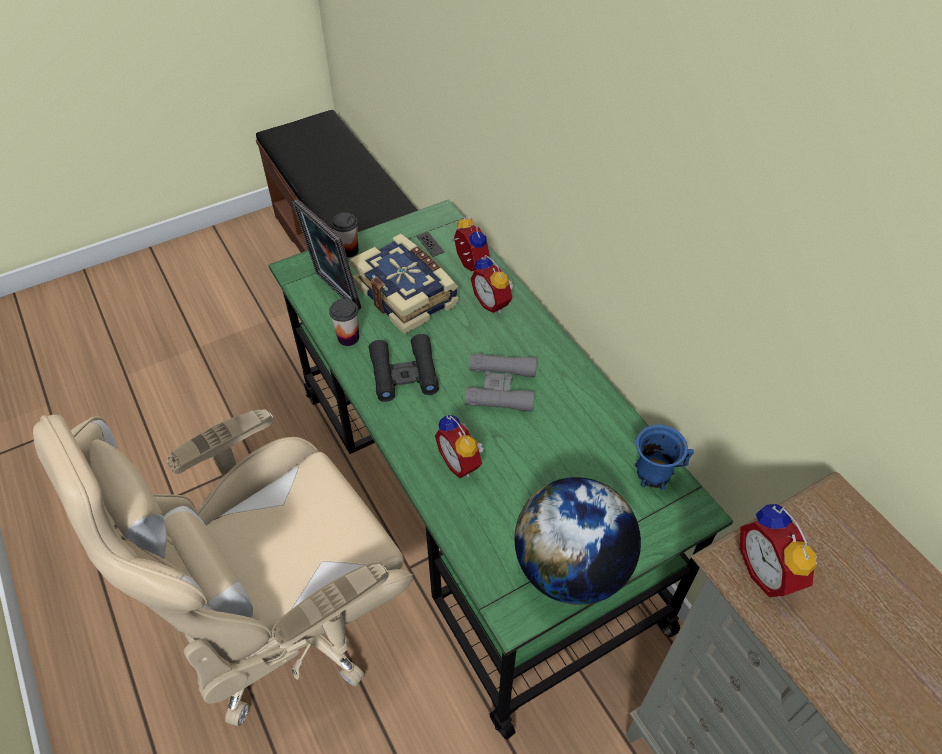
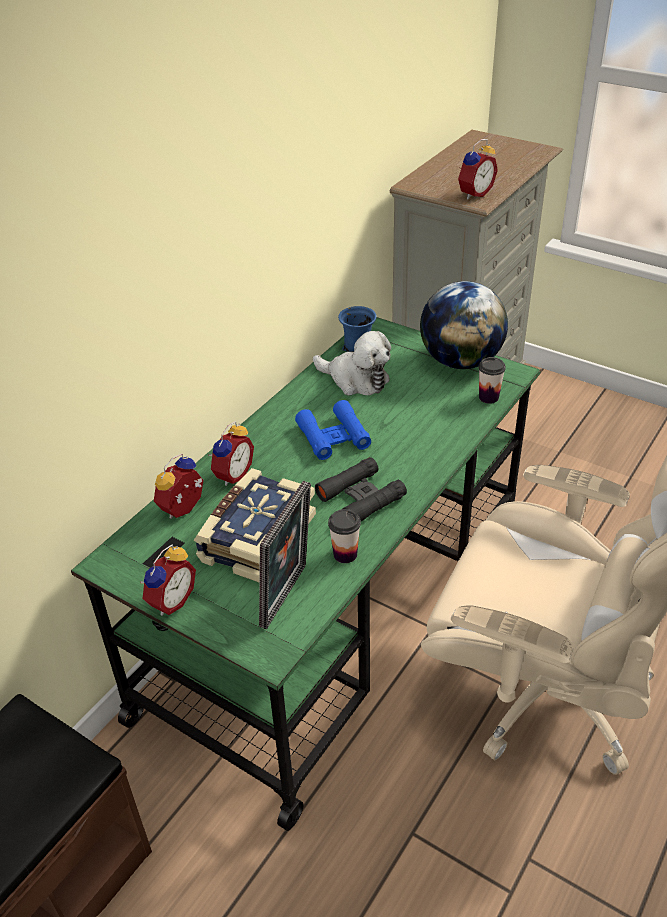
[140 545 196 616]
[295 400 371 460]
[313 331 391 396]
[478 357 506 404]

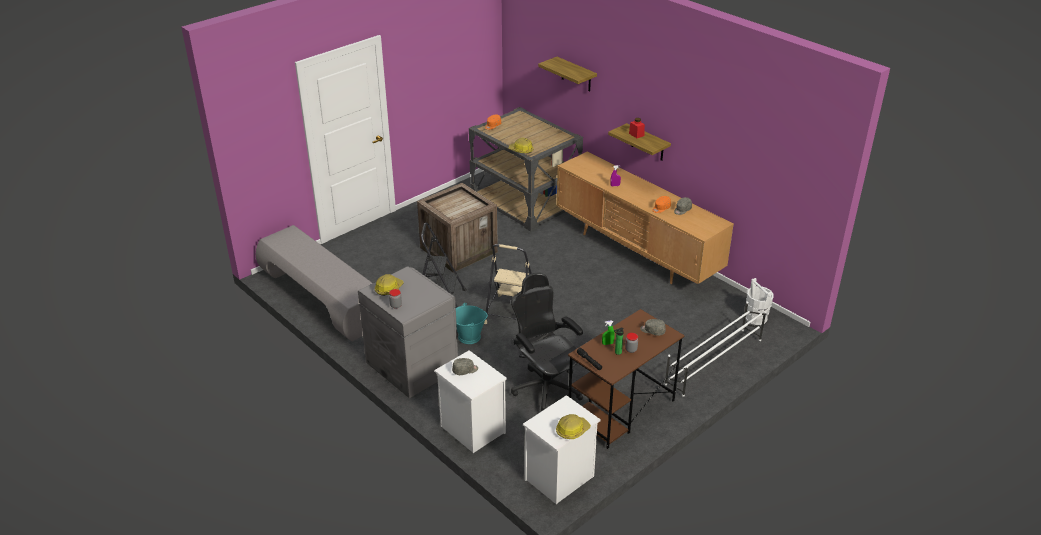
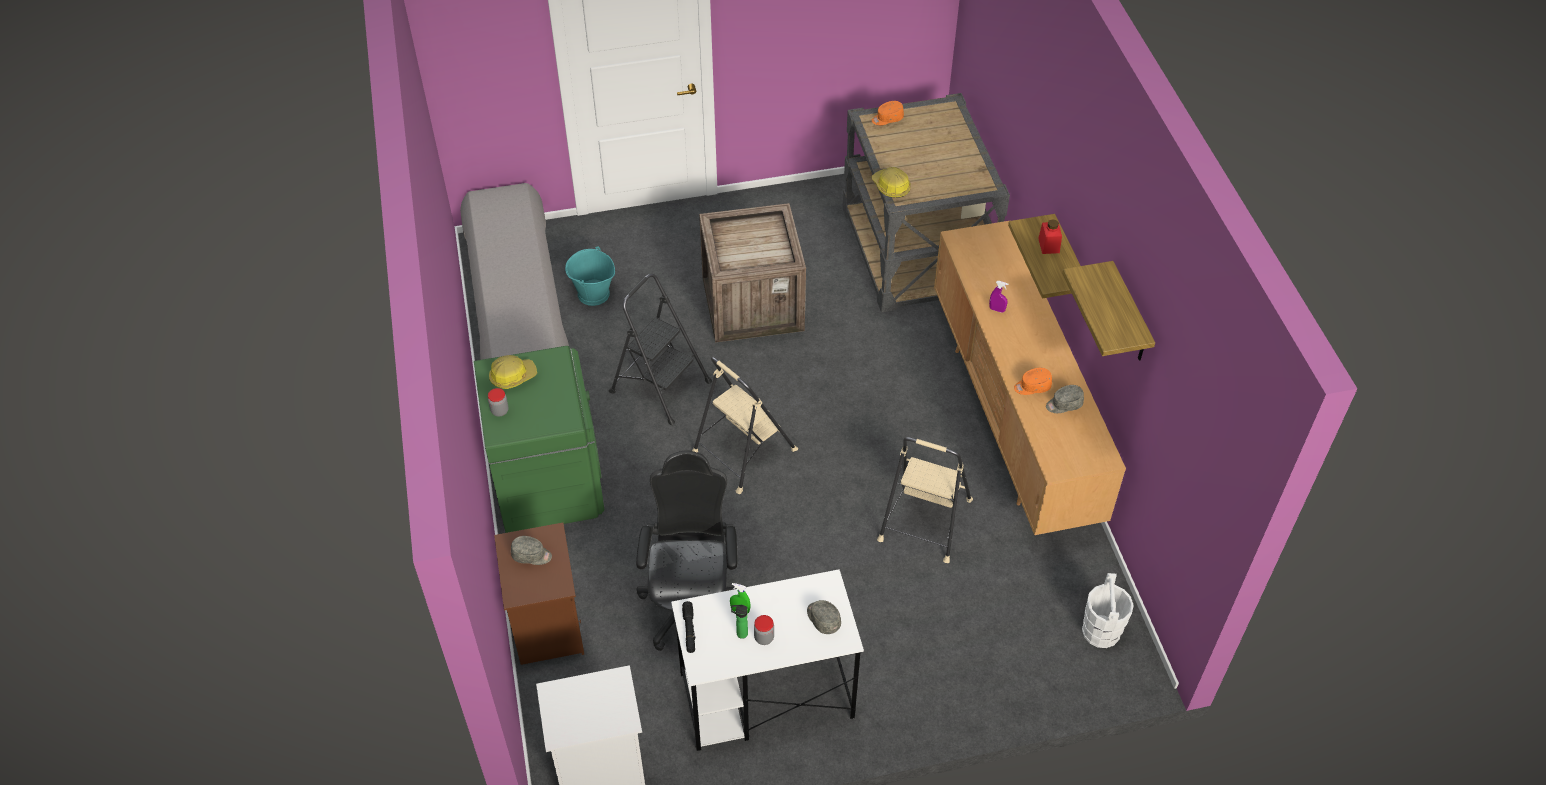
[474 346 605 533]
[494 523 584 665]
[565 246 615 306]
[671 569 864 751]
[877 437 973 563]
[1062 261 1155 360]
[556 414 591 439] (first image)
[665 302 766 397] (first image)

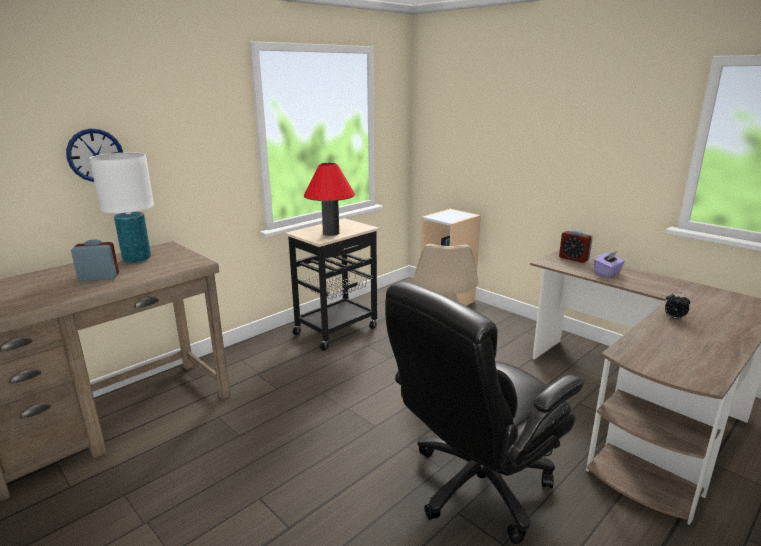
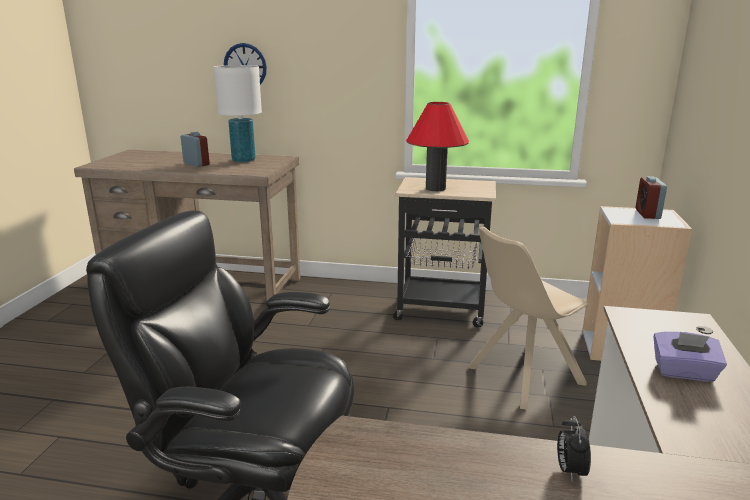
[636 176 667 219]

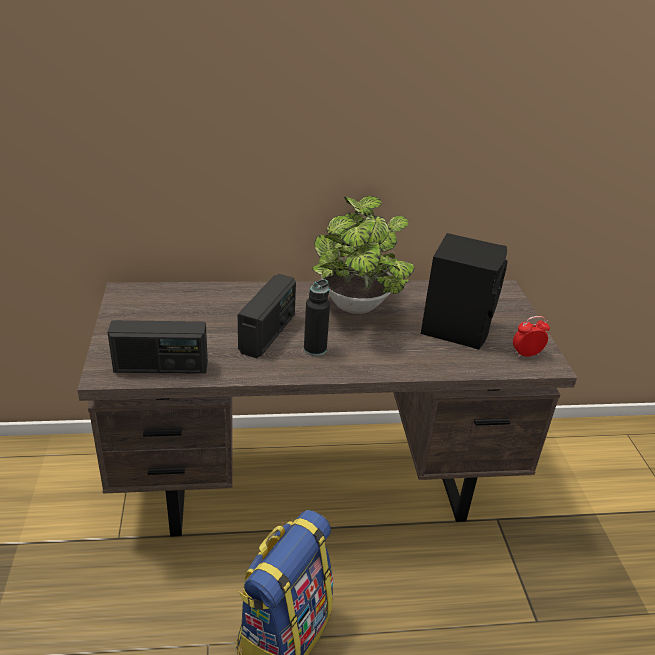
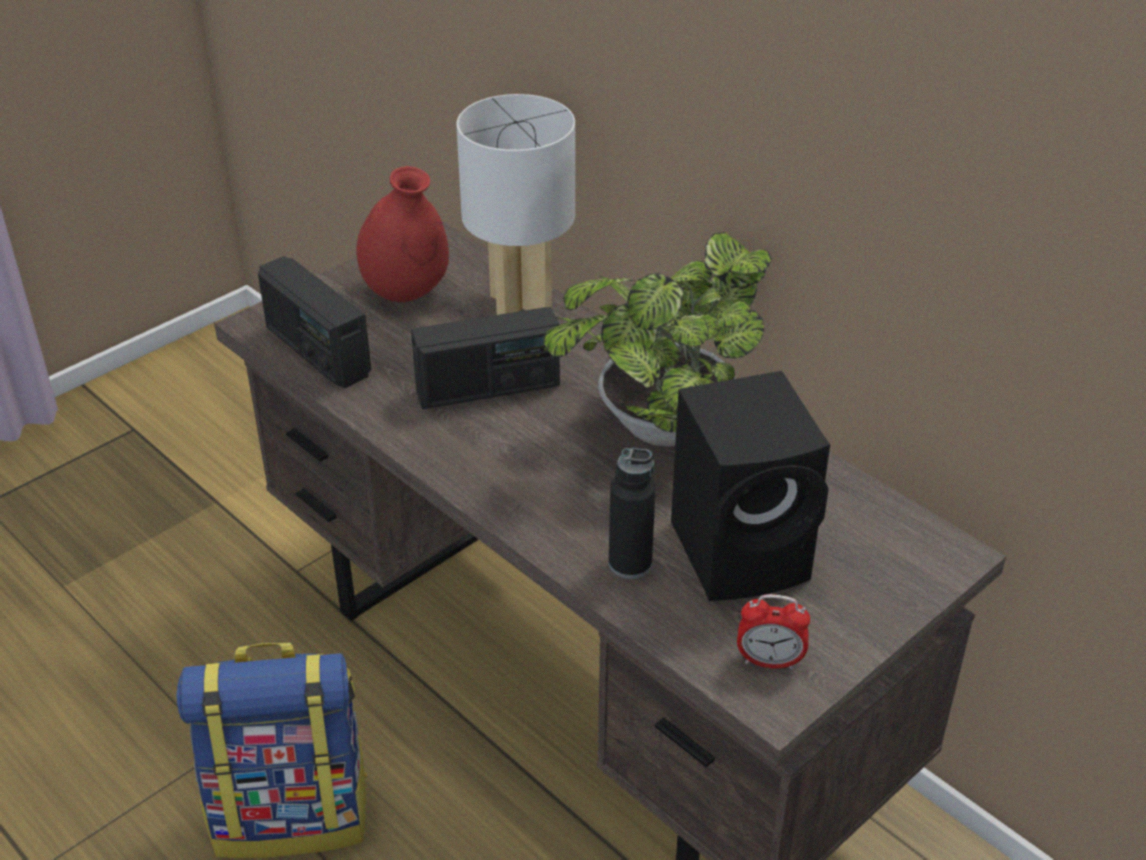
[356 166 449 302]
[456 94 575 315]
[609 447 656 579]
[737 594 810 670]

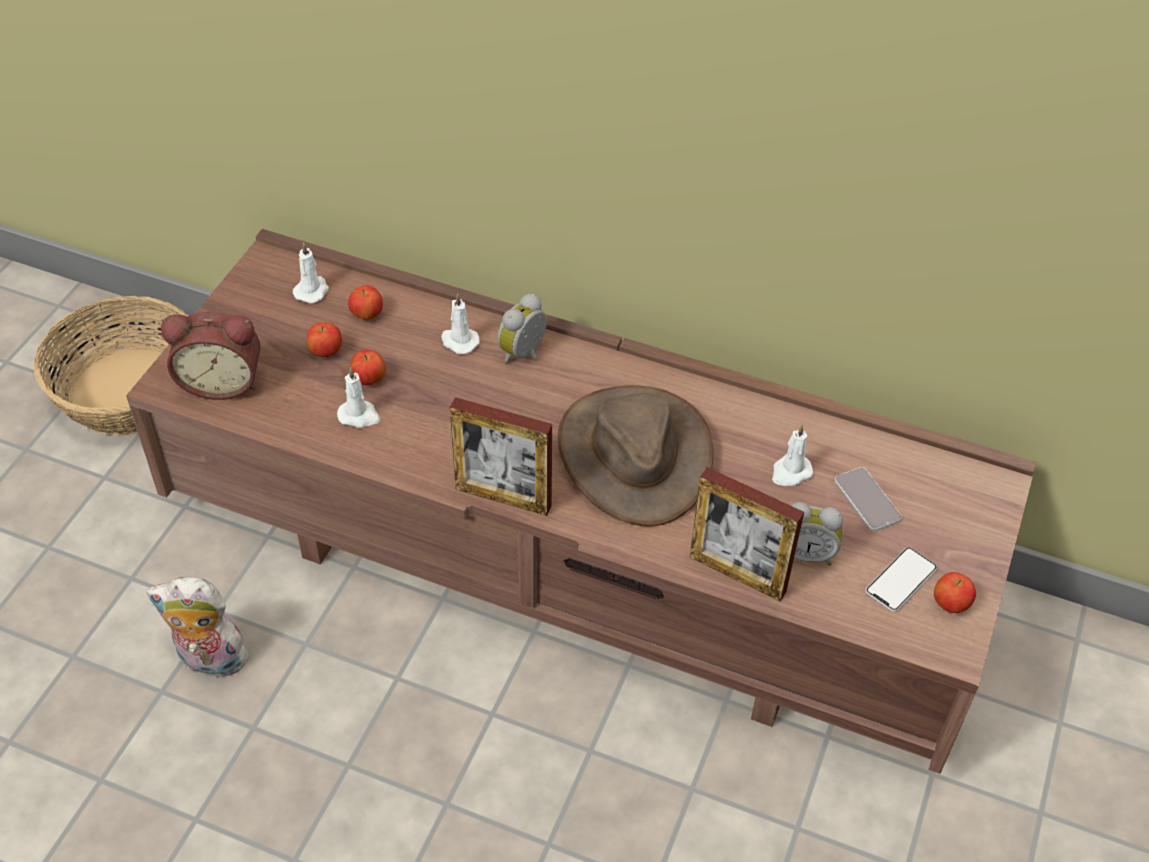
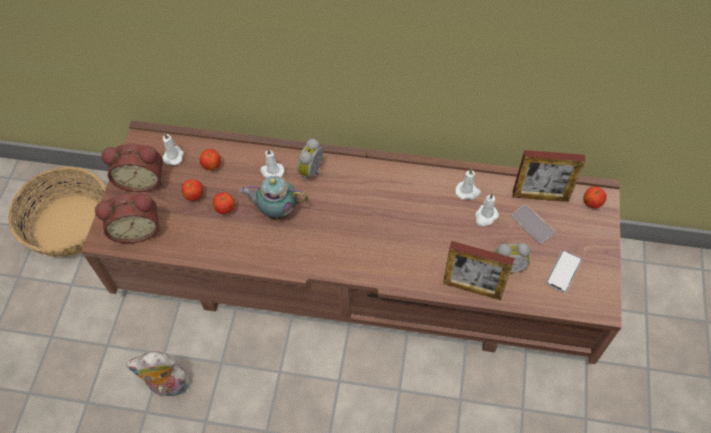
[101 144 163 192]
[240 176 308 220]
[455 168 481 200]
[513 150 585 202]
[583 186 607 208]
[558 385 713 527] (first image)

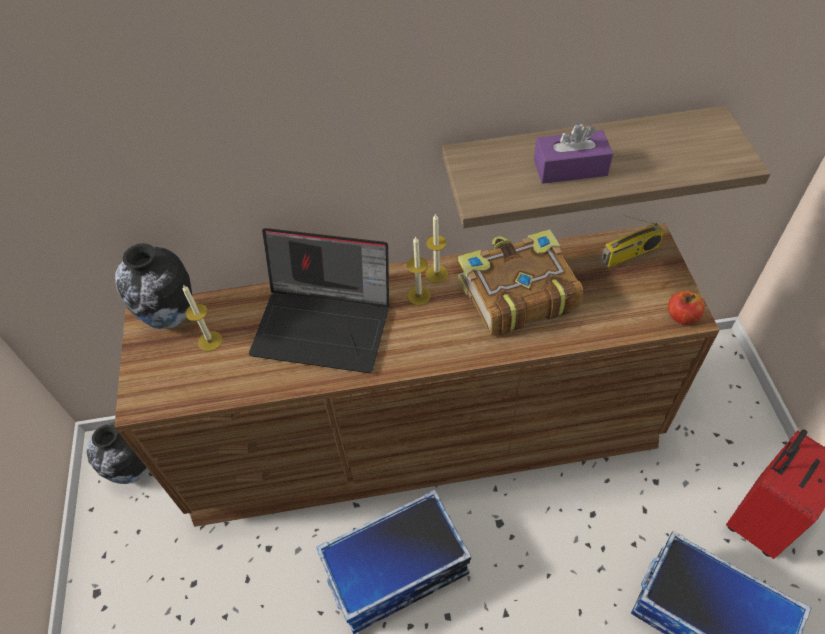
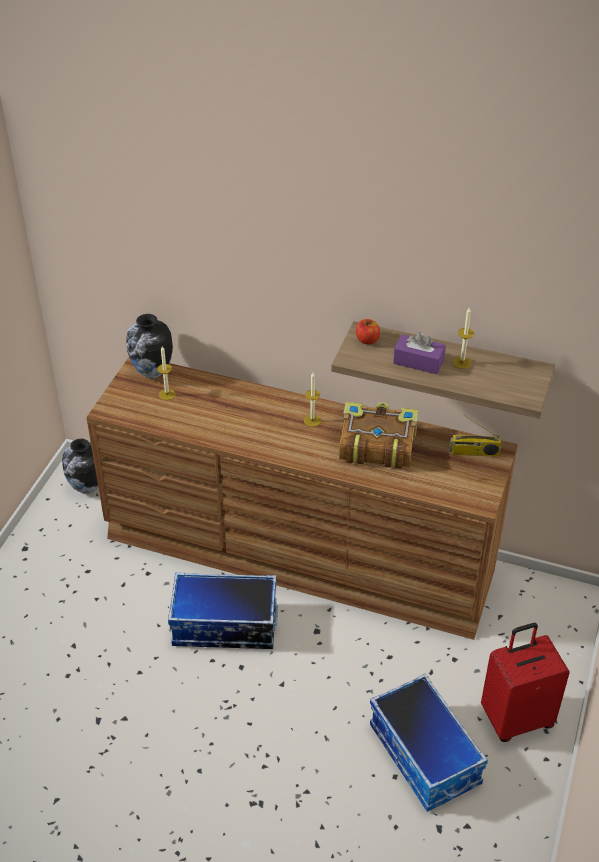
[356 319 380 344]
[453 308 474 369]
[249 228 389 373] (first image)

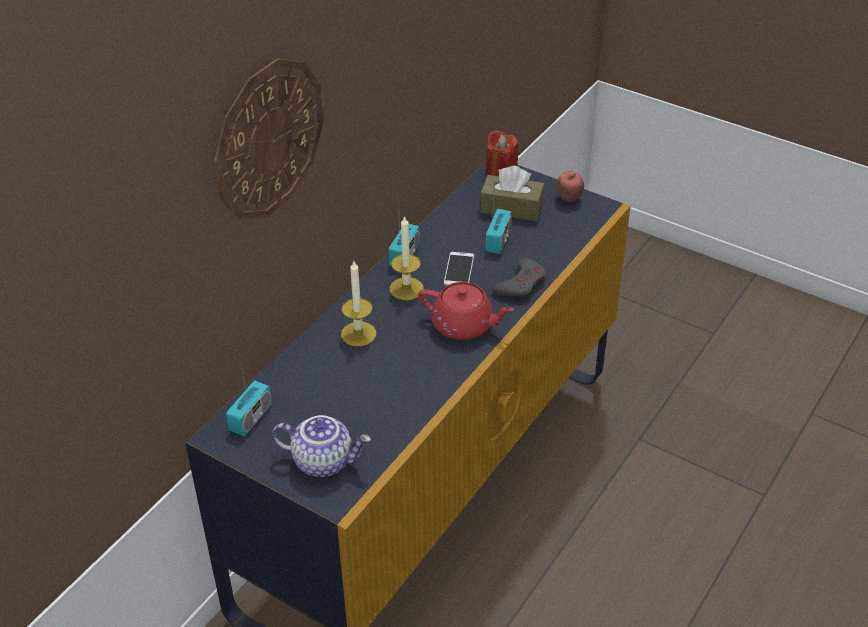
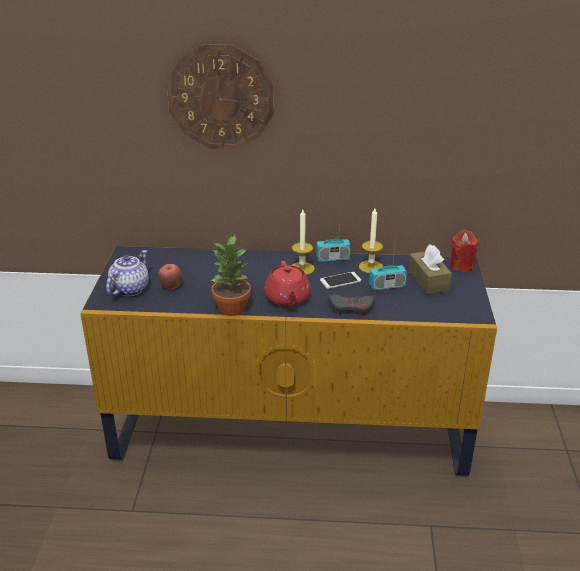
[106 250 149 297]
[158 264 183 289]
[210 235 251 316]
[359 208 383 273]
[226 353 272 436] (first image)

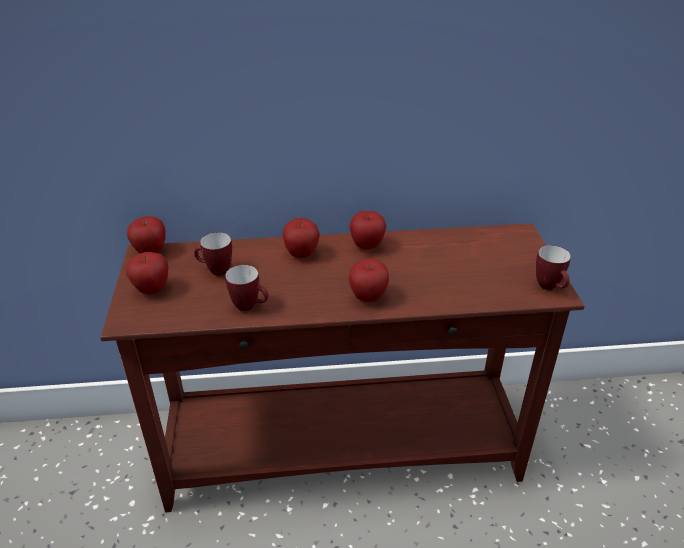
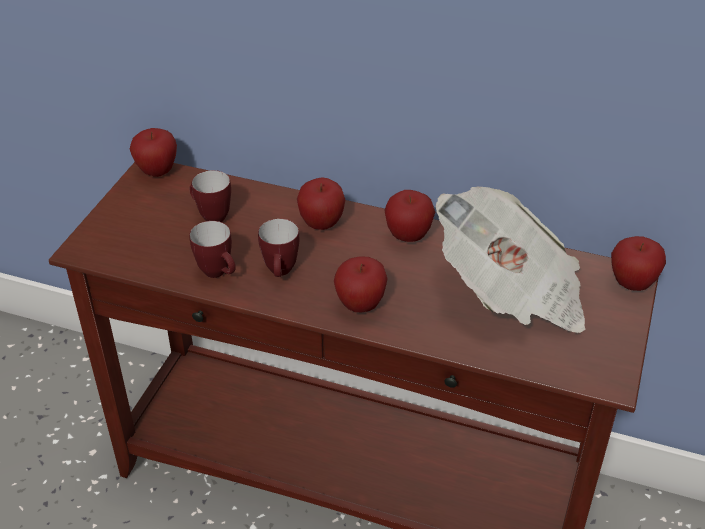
[258 219 299 277]
[436 187 586 333]
[611 236 666 291]

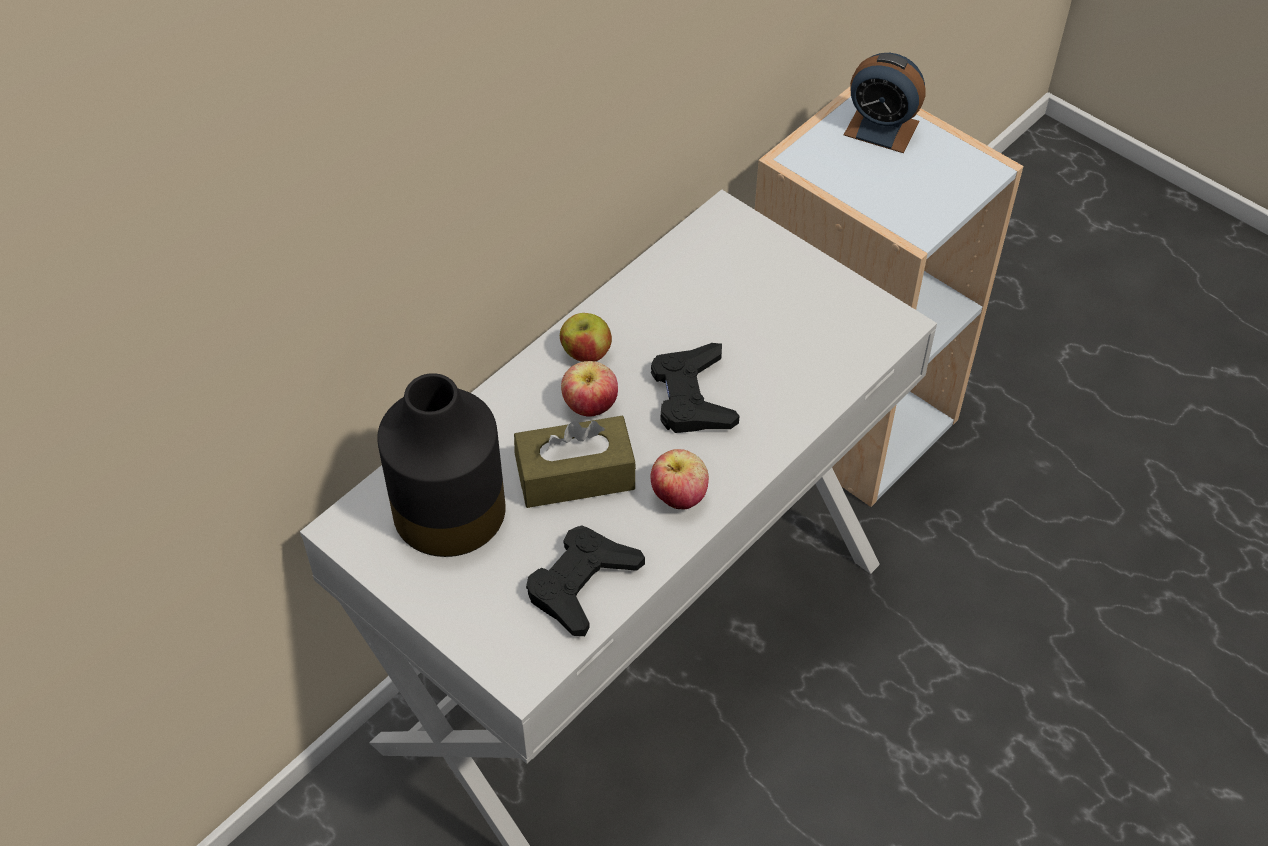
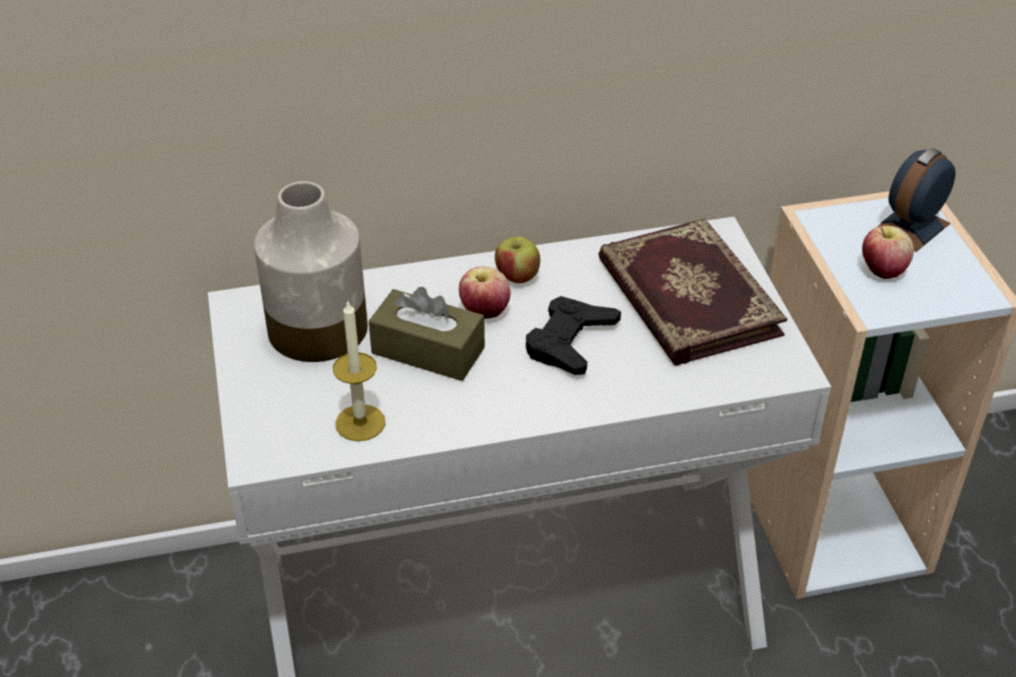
[254 181 368 362]
[333 300 385 441]
[598 218 787 366]
[862 225 914 279]
[877 148 955 252]

